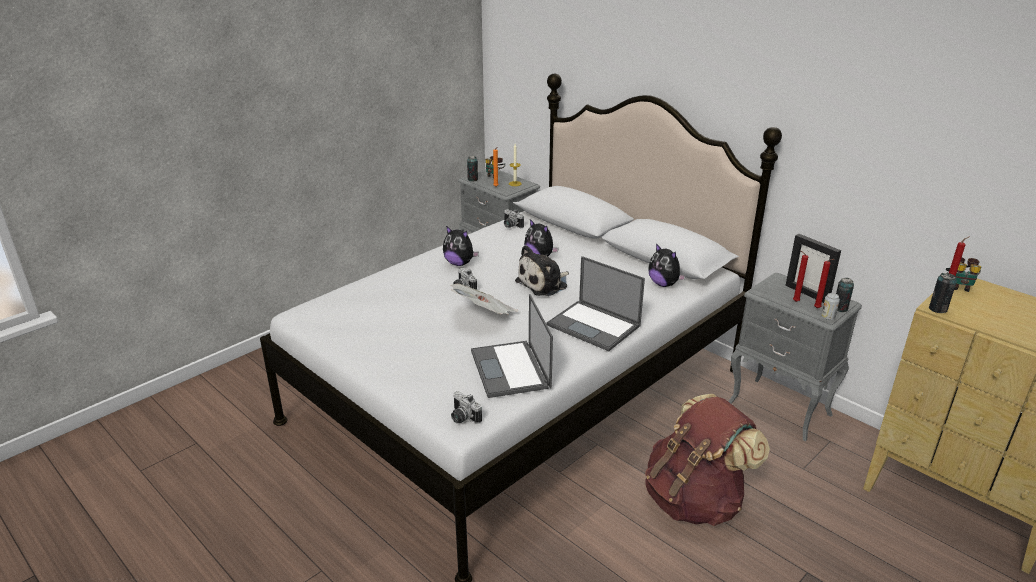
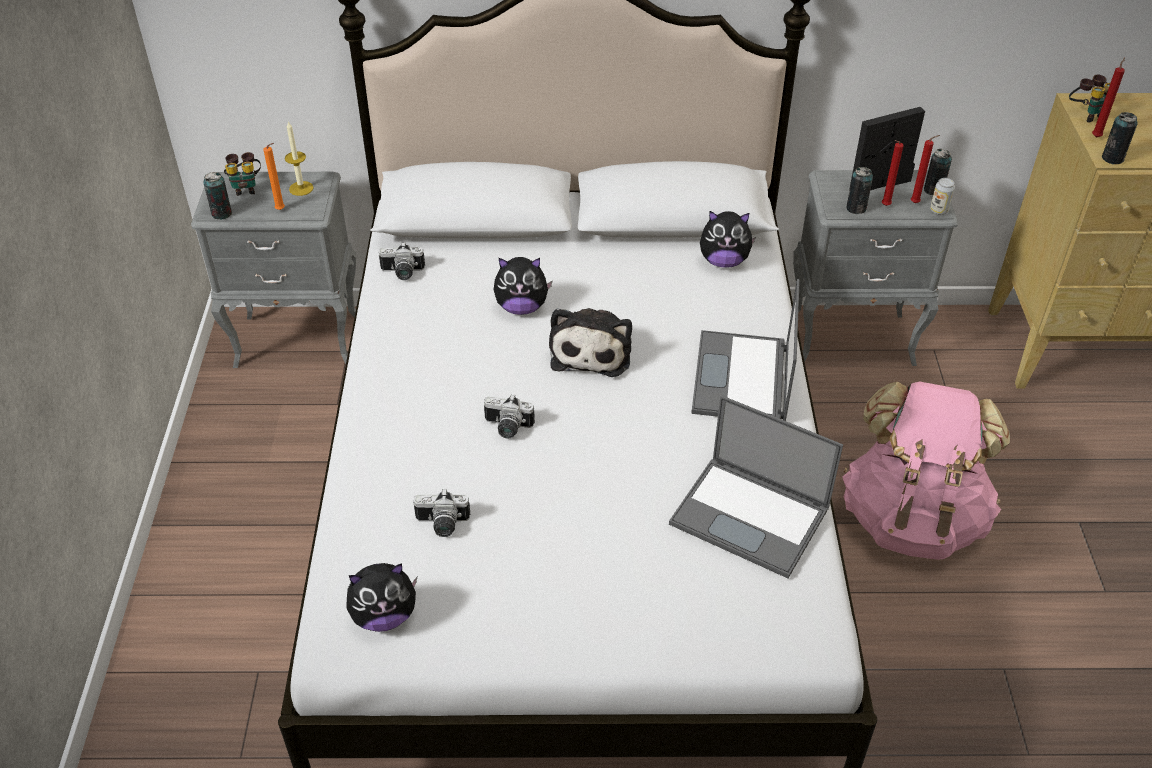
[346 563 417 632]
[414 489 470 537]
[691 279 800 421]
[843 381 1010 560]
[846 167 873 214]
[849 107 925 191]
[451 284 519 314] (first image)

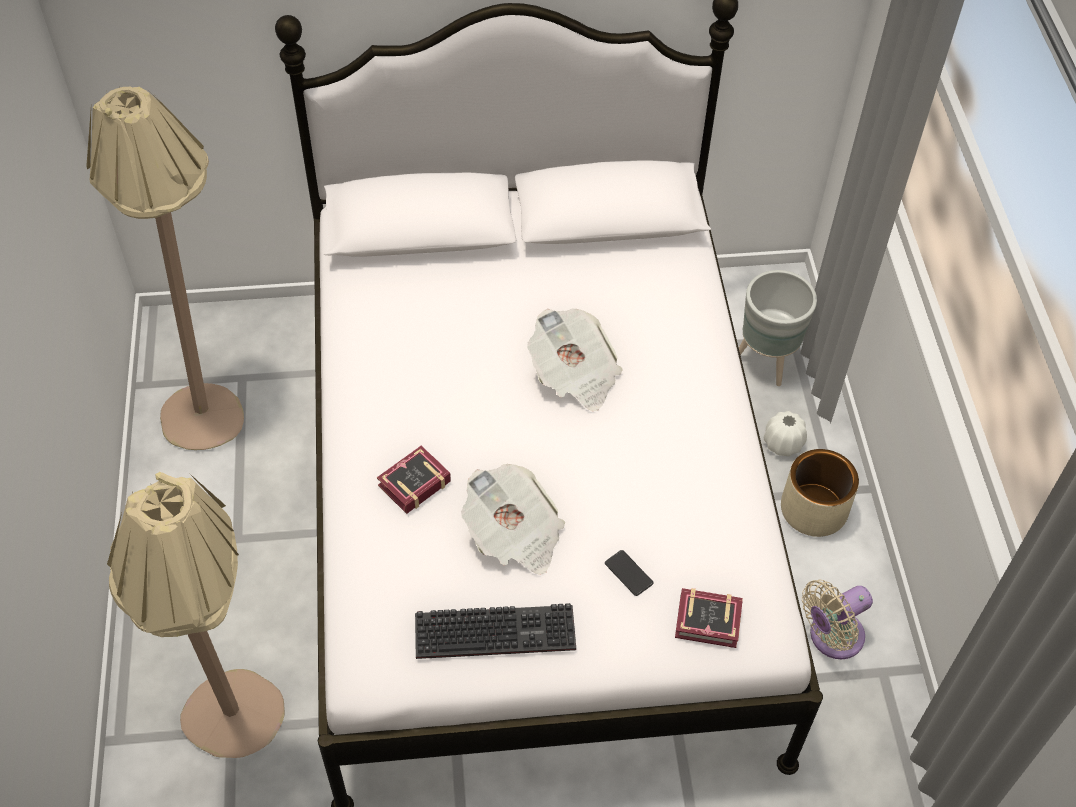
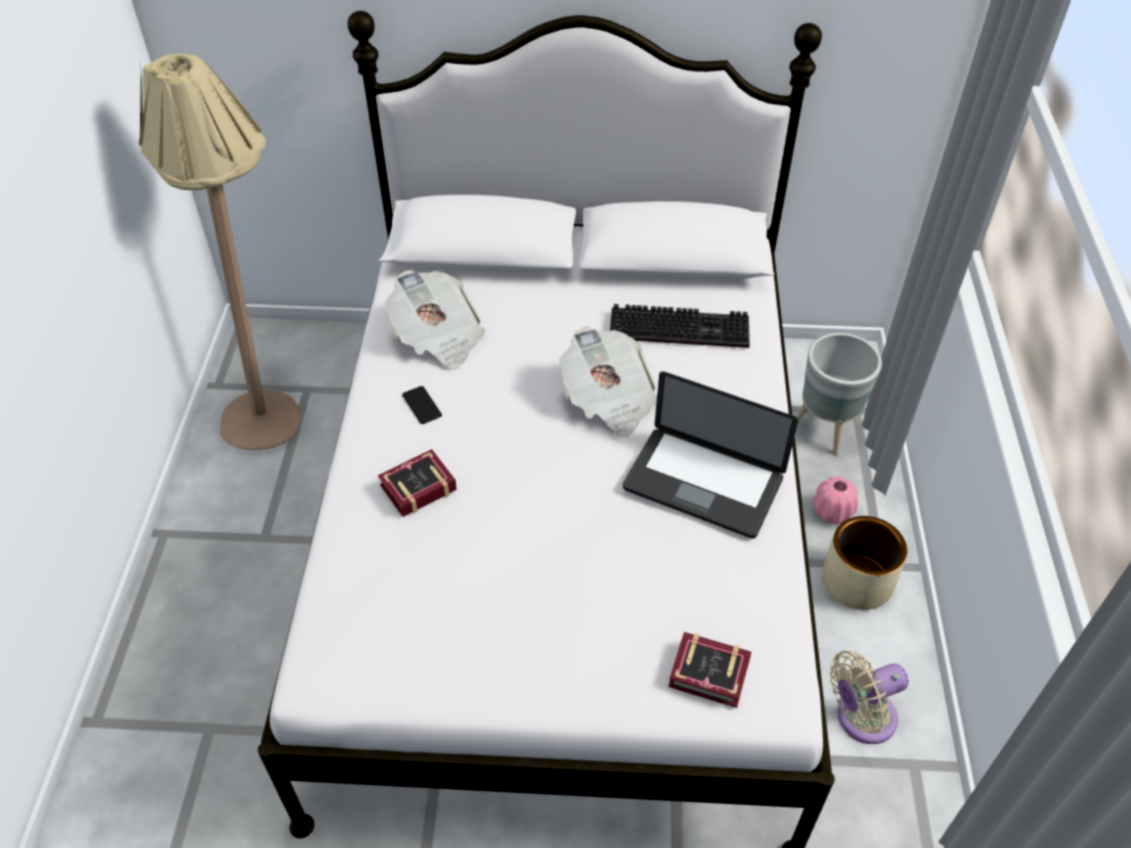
[385 270 486 369]
[402 386 442 424]
[610 304 750 348]
[623 371 798 538]
[812 477 858 524]
[107 472 285 758] (first image)

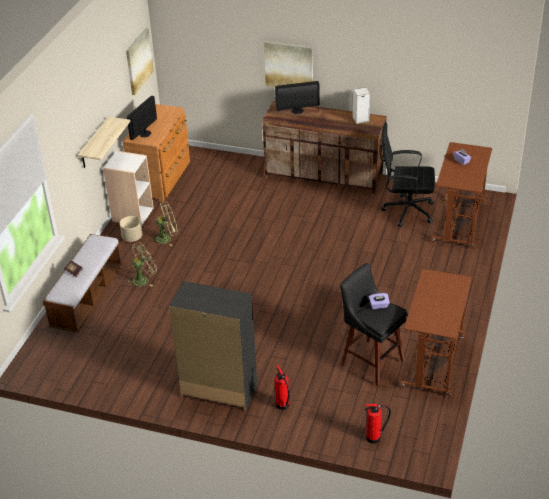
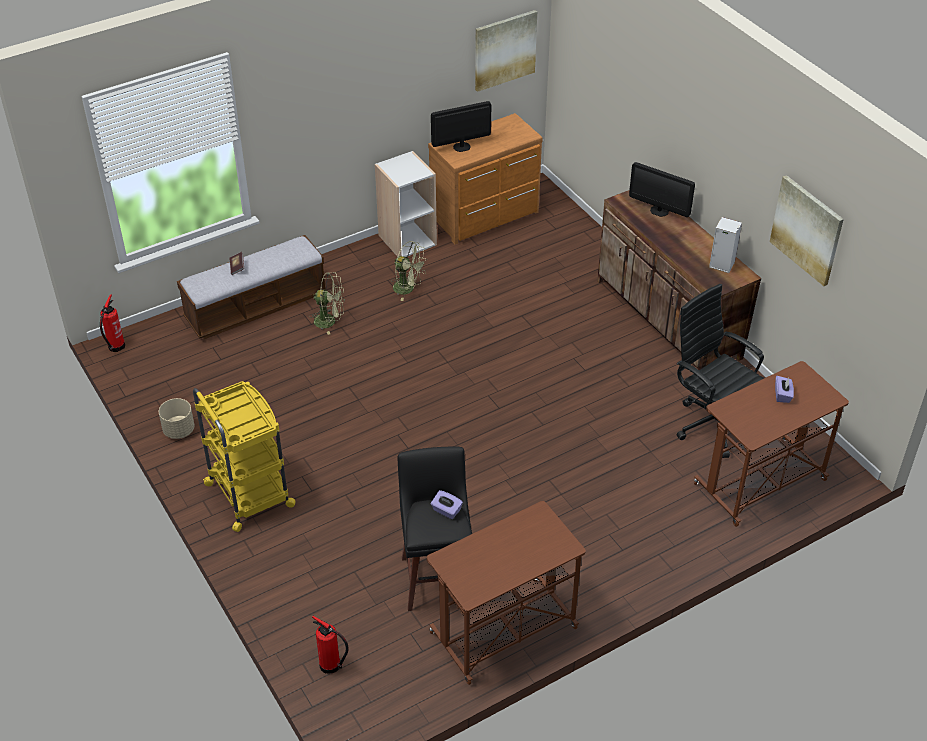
[100 294 125 352]
[159 398 195 439]
[193 381 295 532]
[770 175 844 286]
[78 117 130 168] (first image)

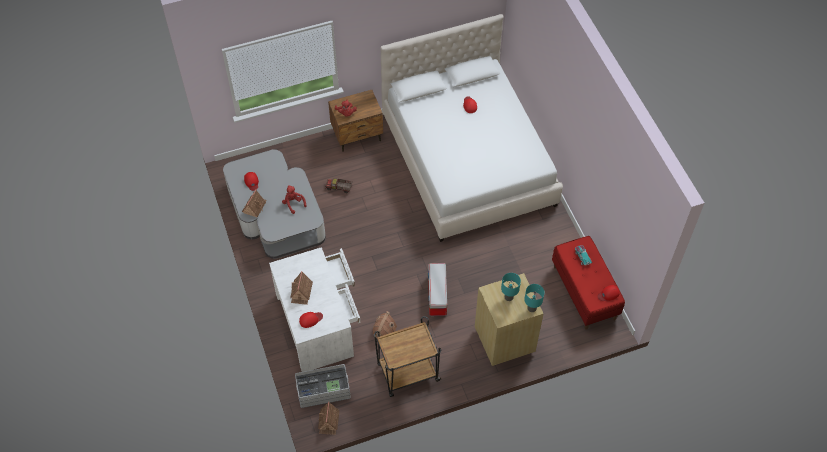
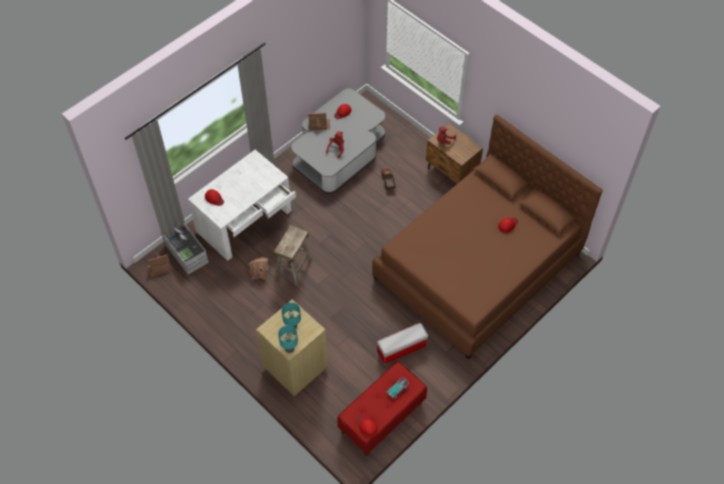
[274 225 313 286]
[372 115 603 359]
[377 323 428 365]
[290 271 313 305] (first image)
[374 316 441 397] (first image)

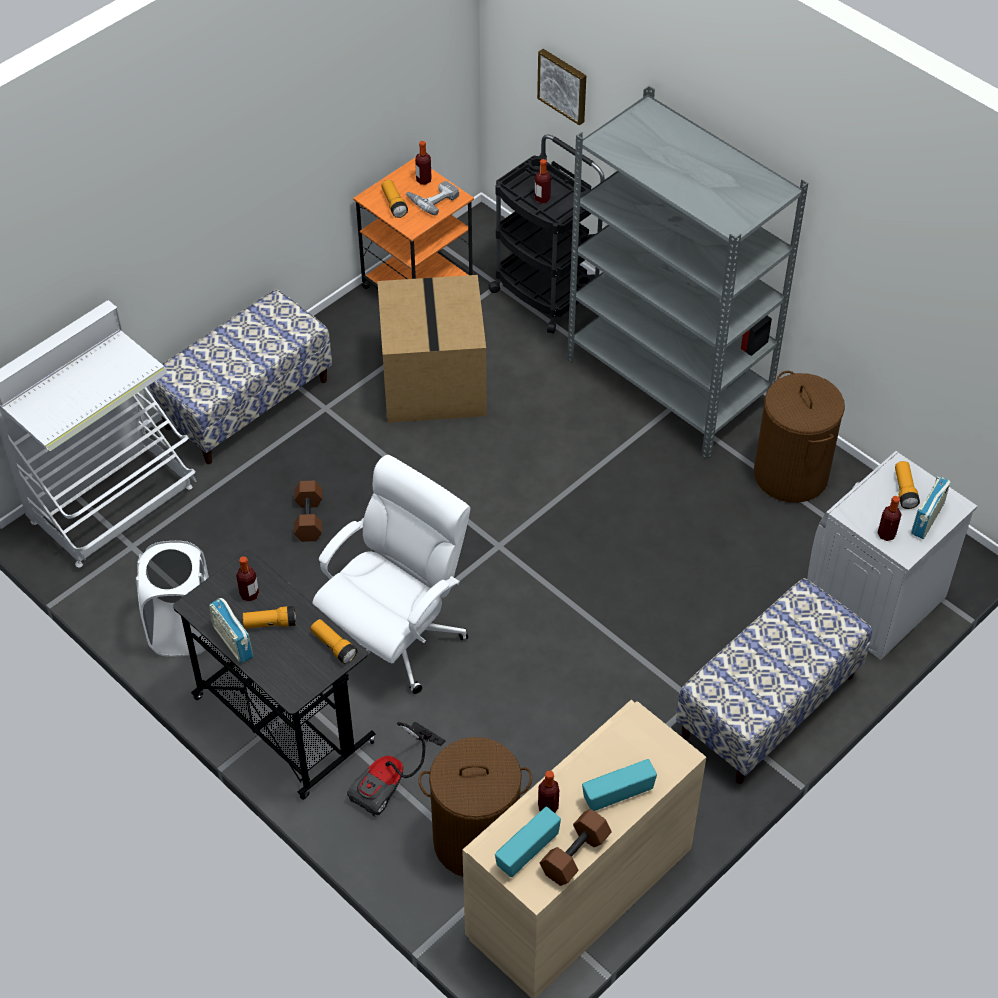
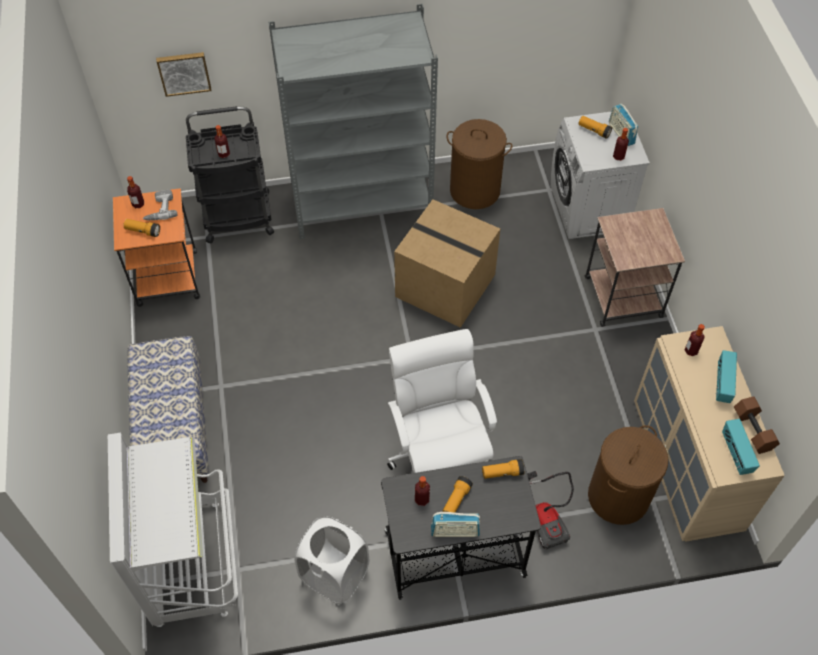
[394 199 500 328]
[585 208 685 327]
[685 324 705 356]
[294 480 322 542] (first image)

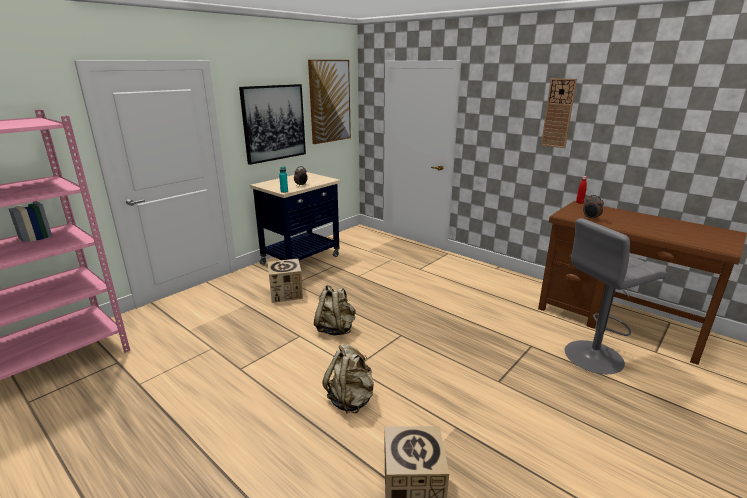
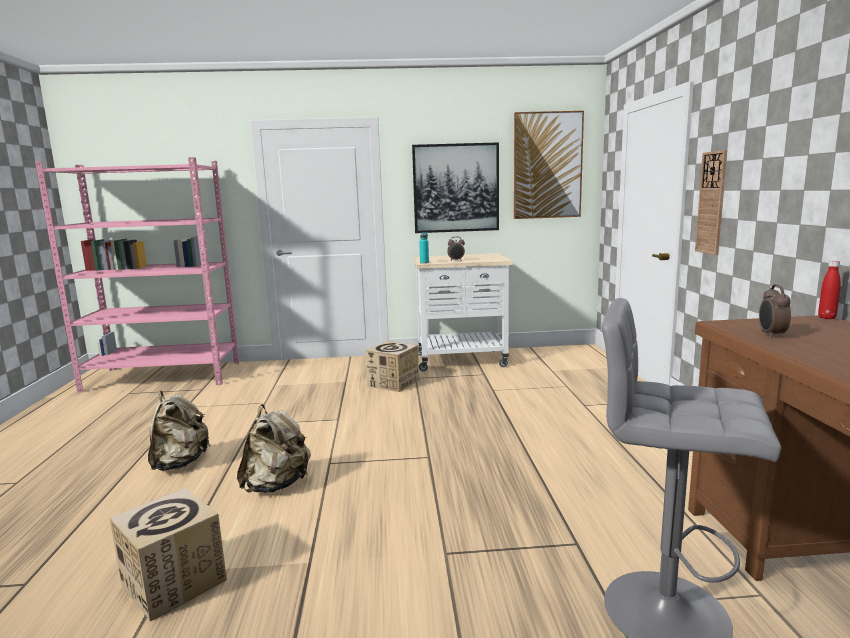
[148 391 211 471]
[413 253 513 371]
[695 150 727 255]

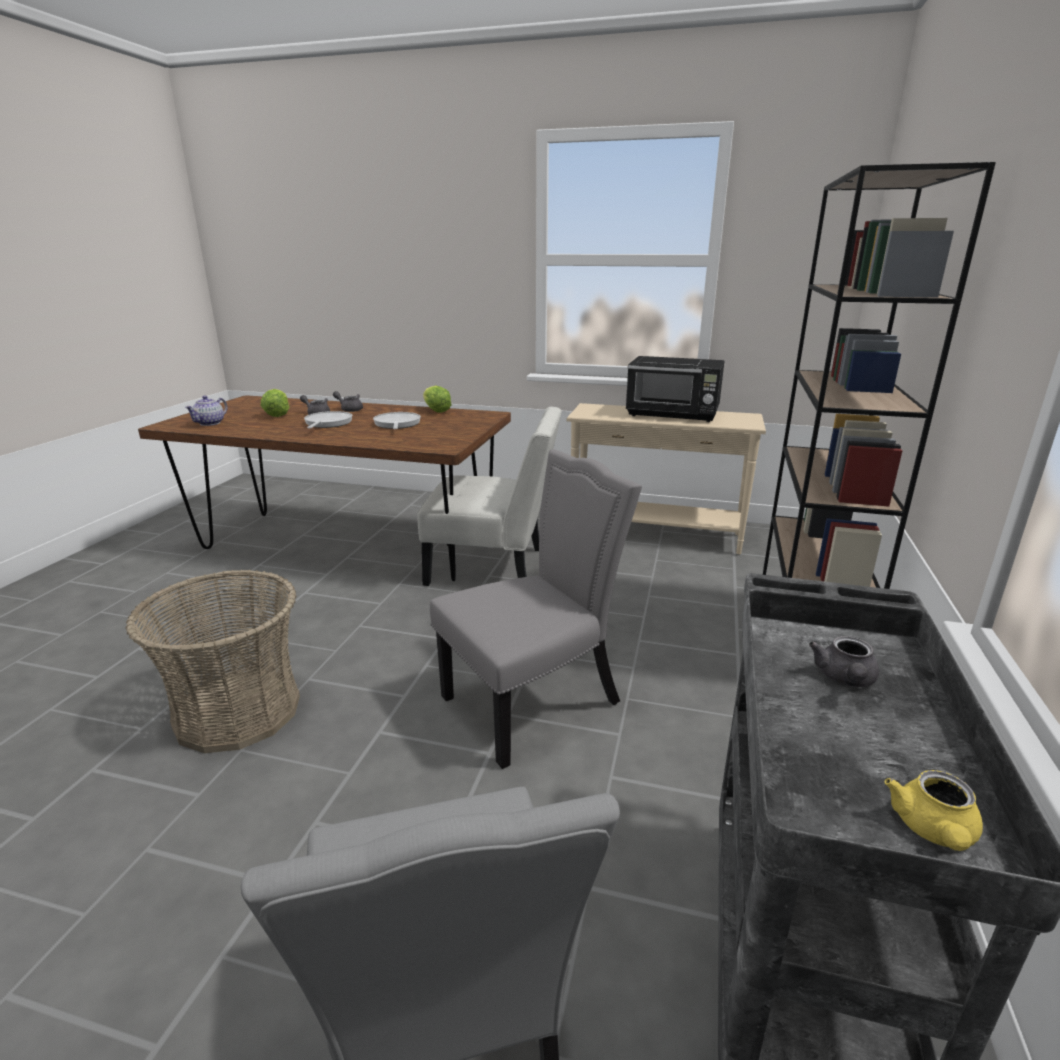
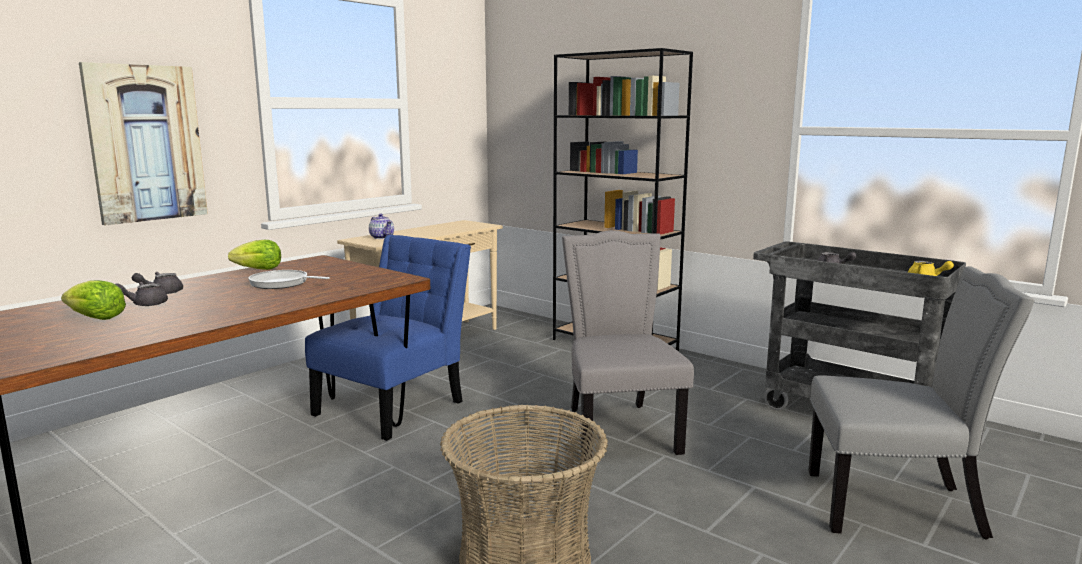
[79 62 208 225]
[305 235 471 441]
[369 214 394 239]
[304 411 352 428] (first image)
[626 356 725 422] (first image)

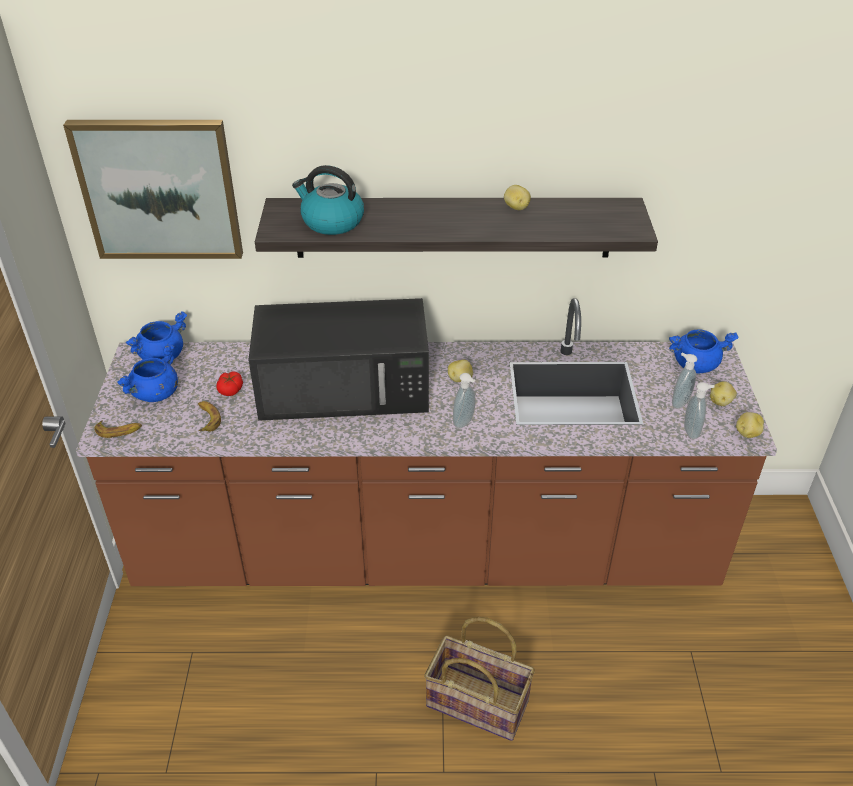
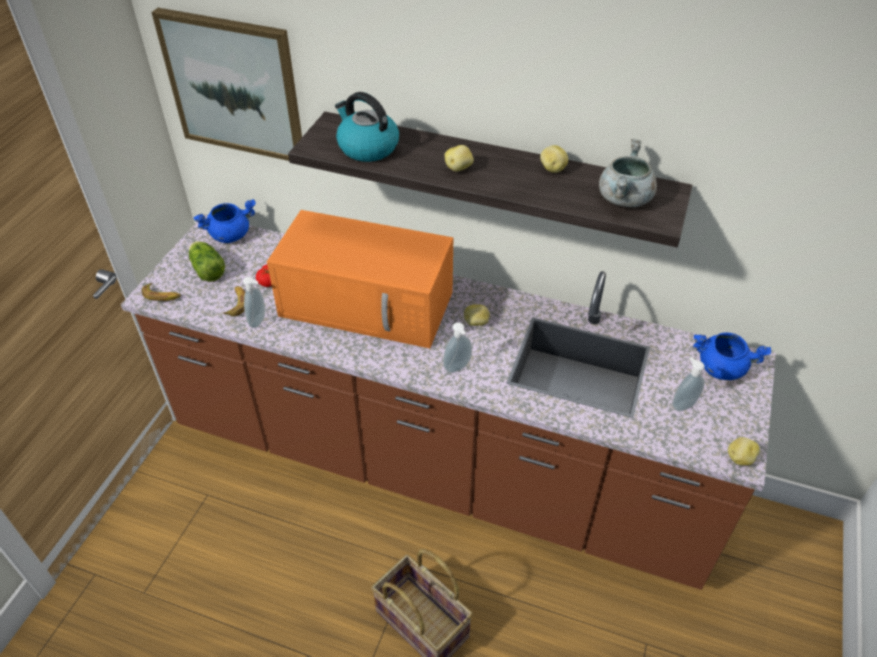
[189 241 225 282]
[243 277 265 328]
[267 210 453 348]
[444 145 474 172]
[599 139 657 207]

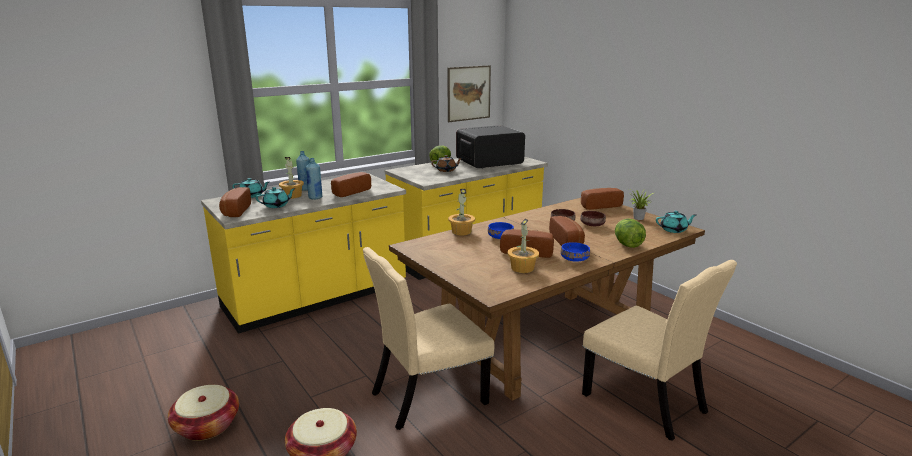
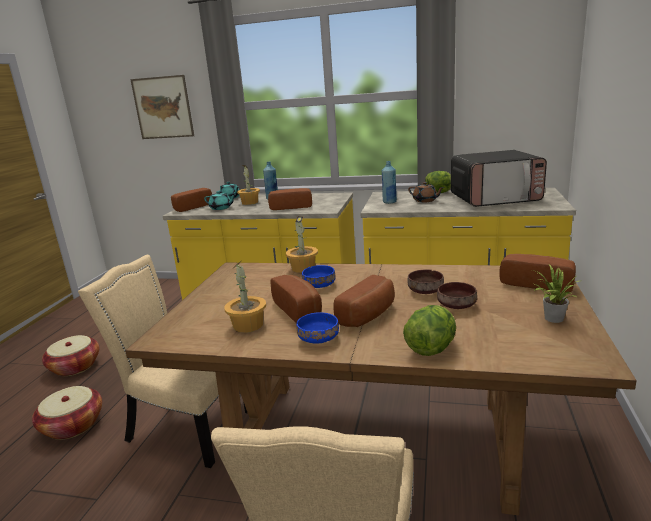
[130 75 194 139]
[382 161 397 204]
[451 150 547 207]
[656 211 696 233] (first image)

